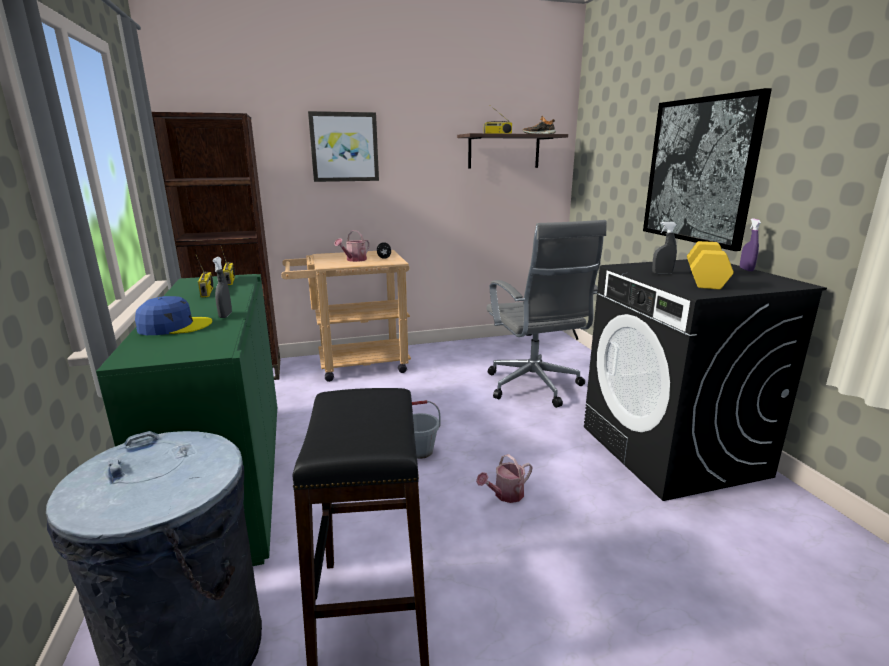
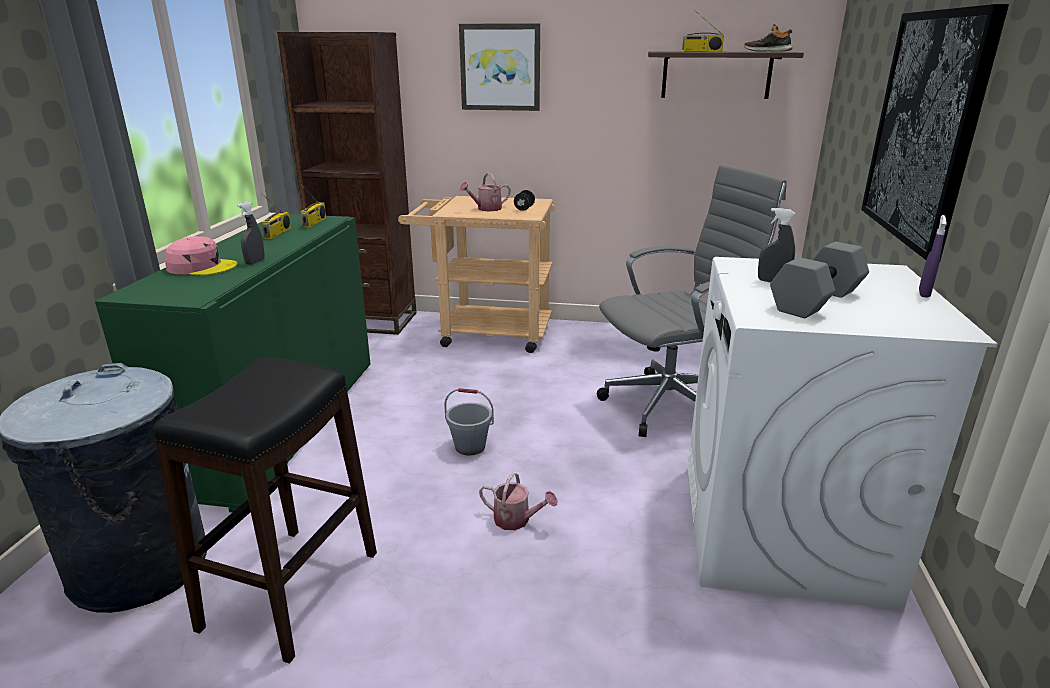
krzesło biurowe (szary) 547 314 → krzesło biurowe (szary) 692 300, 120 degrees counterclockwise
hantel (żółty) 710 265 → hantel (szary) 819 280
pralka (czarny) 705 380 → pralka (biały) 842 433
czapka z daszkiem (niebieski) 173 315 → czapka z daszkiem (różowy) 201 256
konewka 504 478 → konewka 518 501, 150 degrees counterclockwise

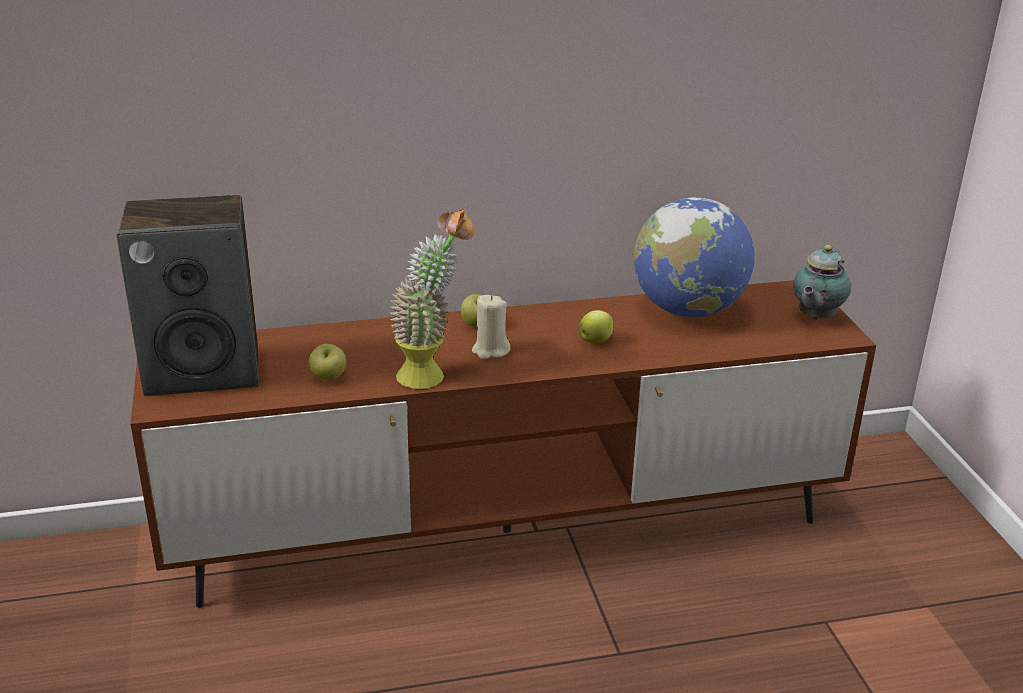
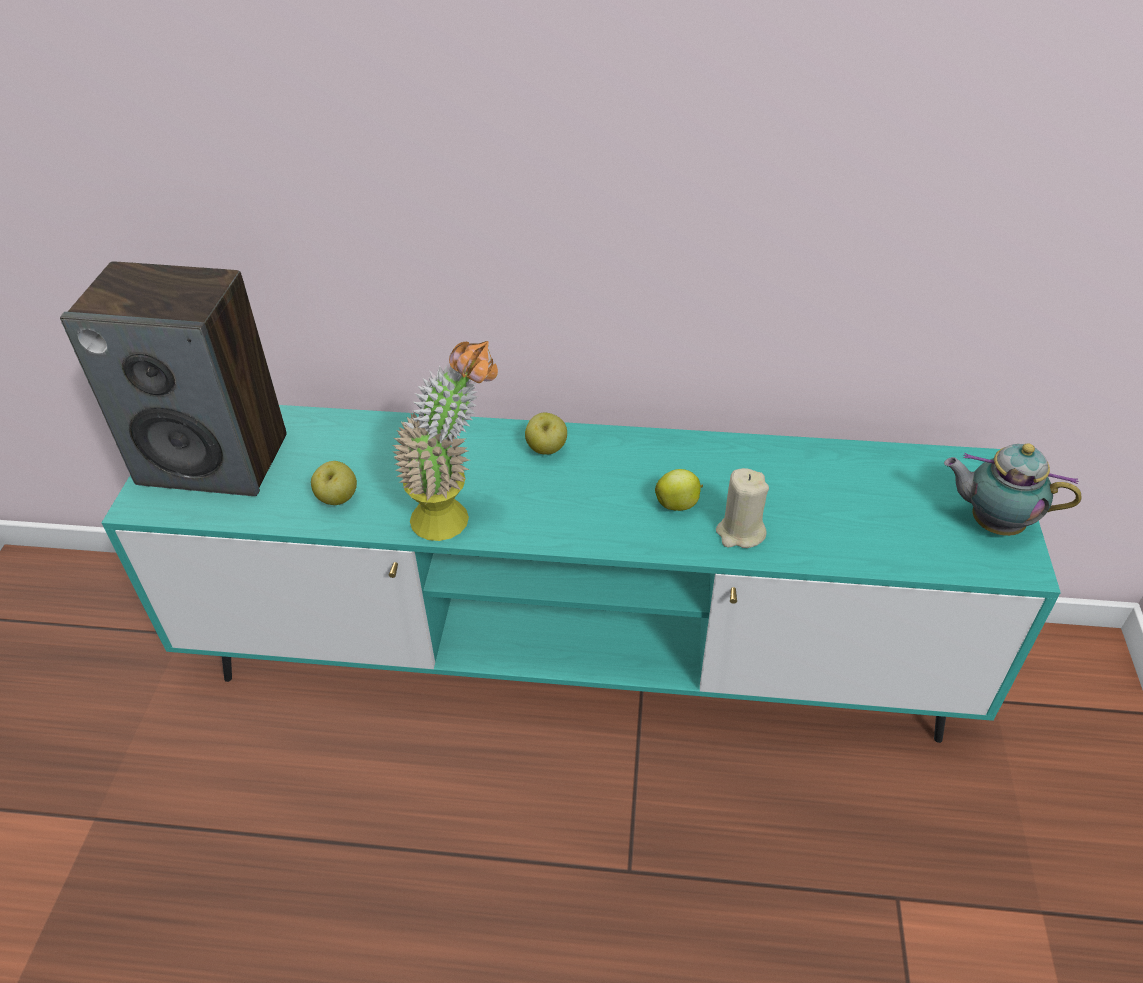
globus 694 257 → -
imbryk 822 282 → imbryk 1012 489, 60 degrees clockwise
szafka pod telewizor (brązowy) 503 444 → szafka pod telewizor (turkusowy) 581 574
świeca (beżowy) 491 327 → świeca (beżowy) 742 508, shifted

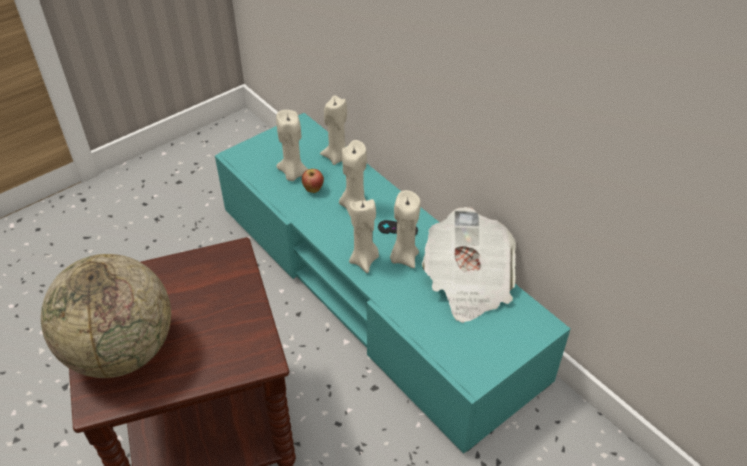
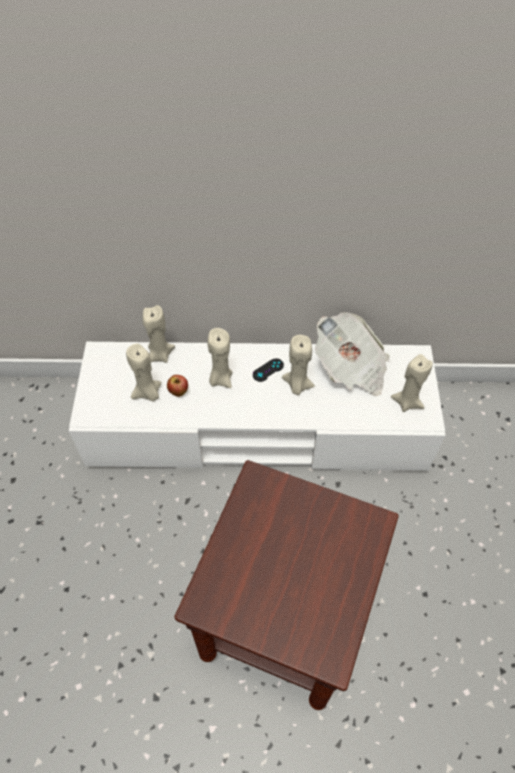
szafka pod telewizor (turkusowy) 392 283 → szafka pod telewizor (biały) 257 406
świeca (beżowy) 364 236 → świeca (beżowy) 412 383, shifted
globus 106 316 → -

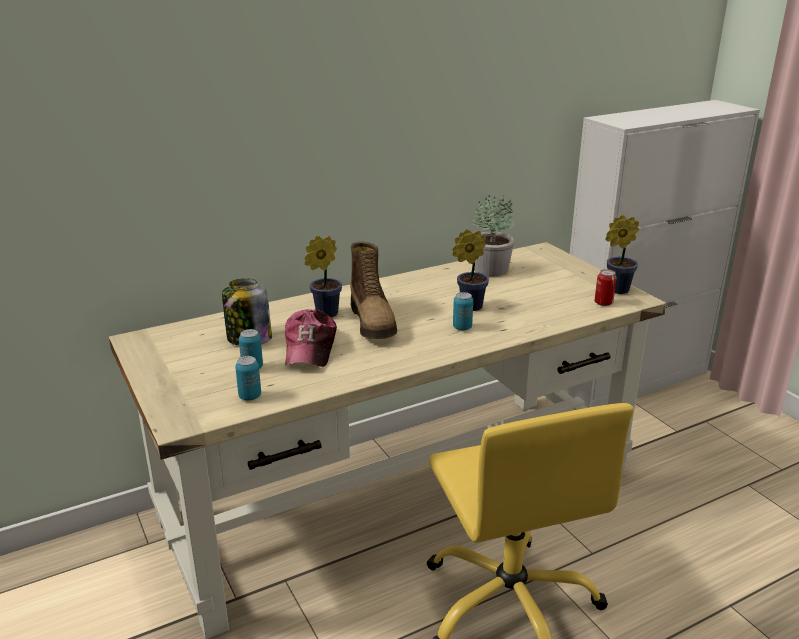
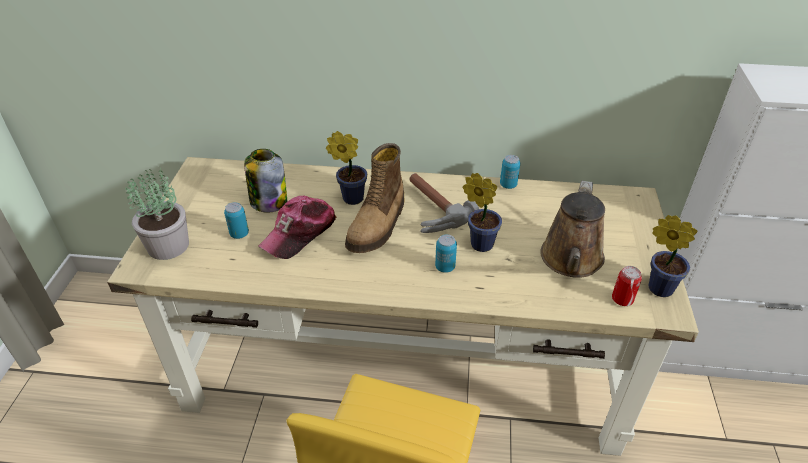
roślina doniczkowa 493 235 → roślina doniczkowa 157 213, shifted
puszka 248 378 → puszka 510 172, shifted
- → młotek 444 203
- → konewka (brązowy) 572 229

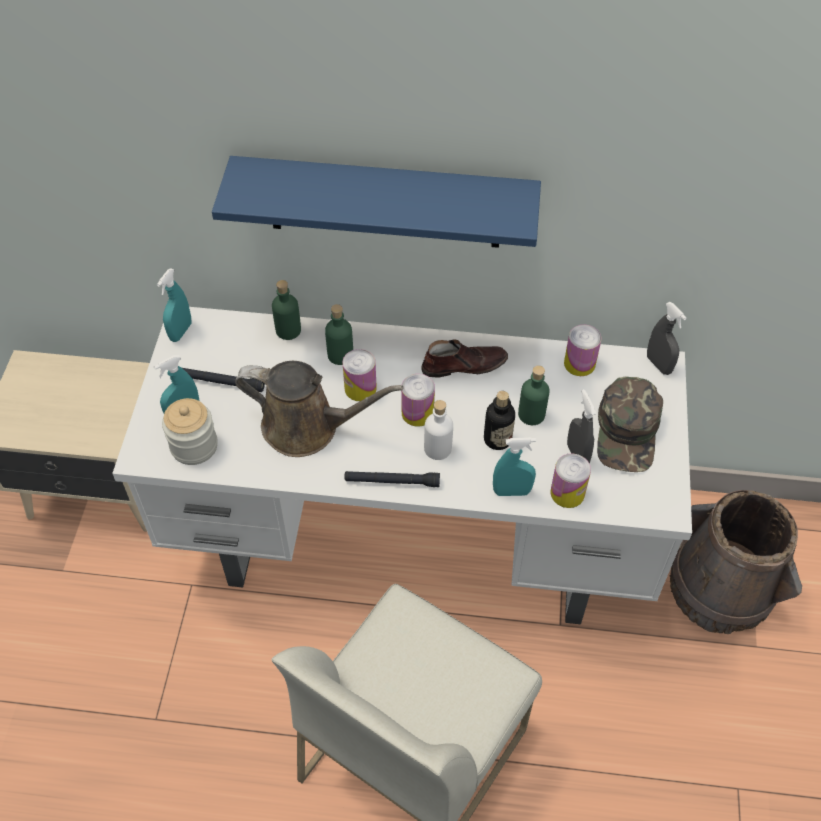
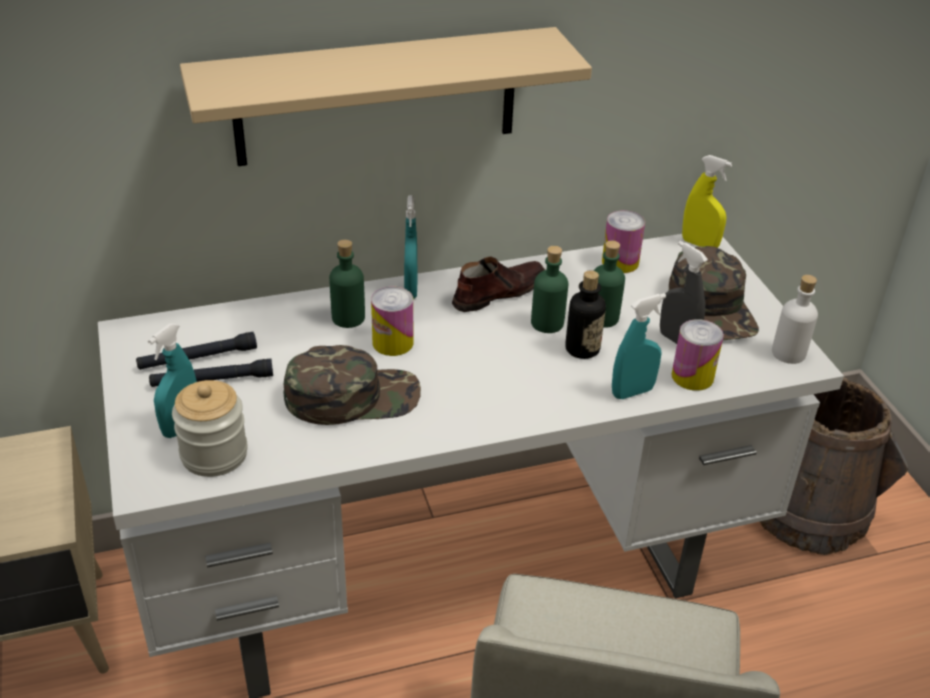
półka (niebieski) 376 202 → półka (beżowy) 386 96
spryskiwacz (turkusowy) 174 305 → spryskiwacz (turkusowy) 411 247, shifted
butelka (zielony) 286 310 → butelka (zielony) 550 289, shifted
spryskiwacz (szary) 667 338 → spryskiwacz (żółty) 707 201
konewka (brązowy) 319 409 → czapka z daszkiem (zielony) 352 385
puszka 418 400 → -
butelka (biały) 438 430 → butelka (biały) 795 319, shifted
latarka (czarny) 392 479 → latarka (czarny) 196 351, shifted

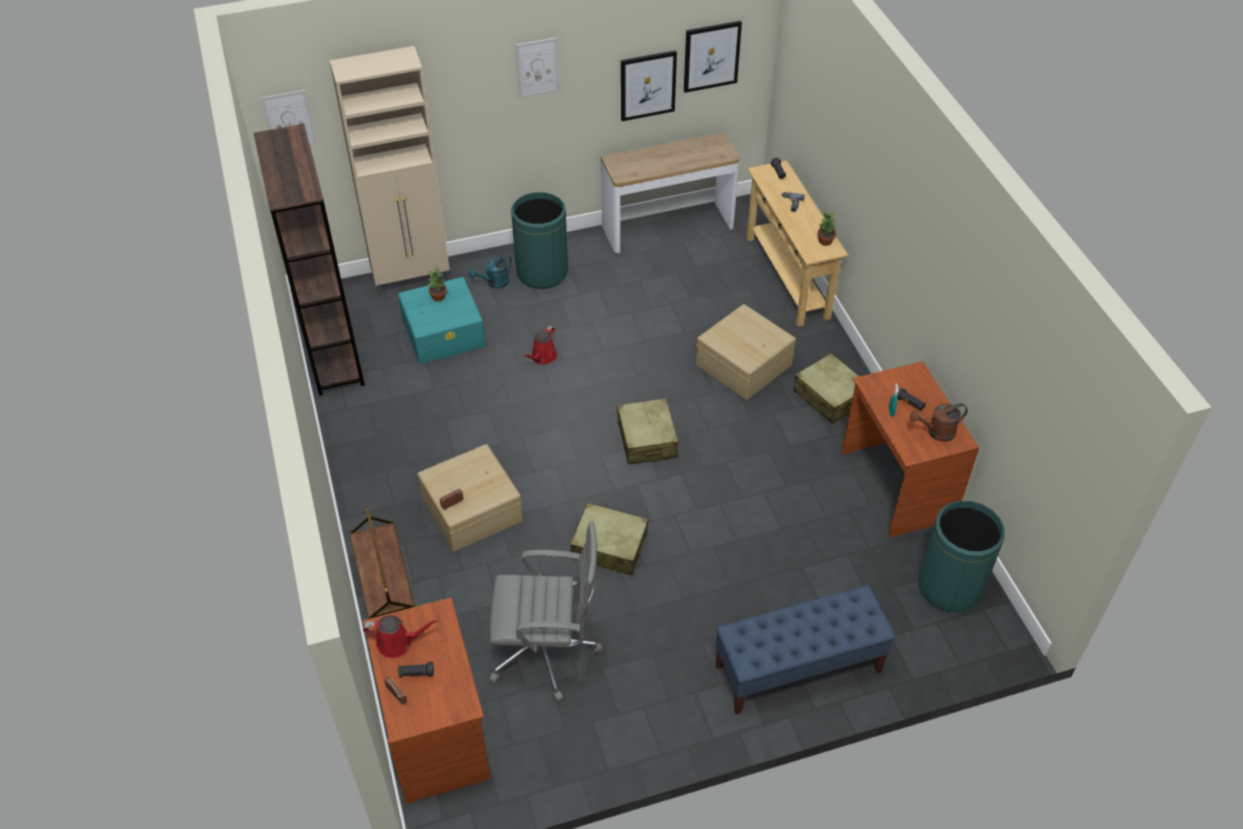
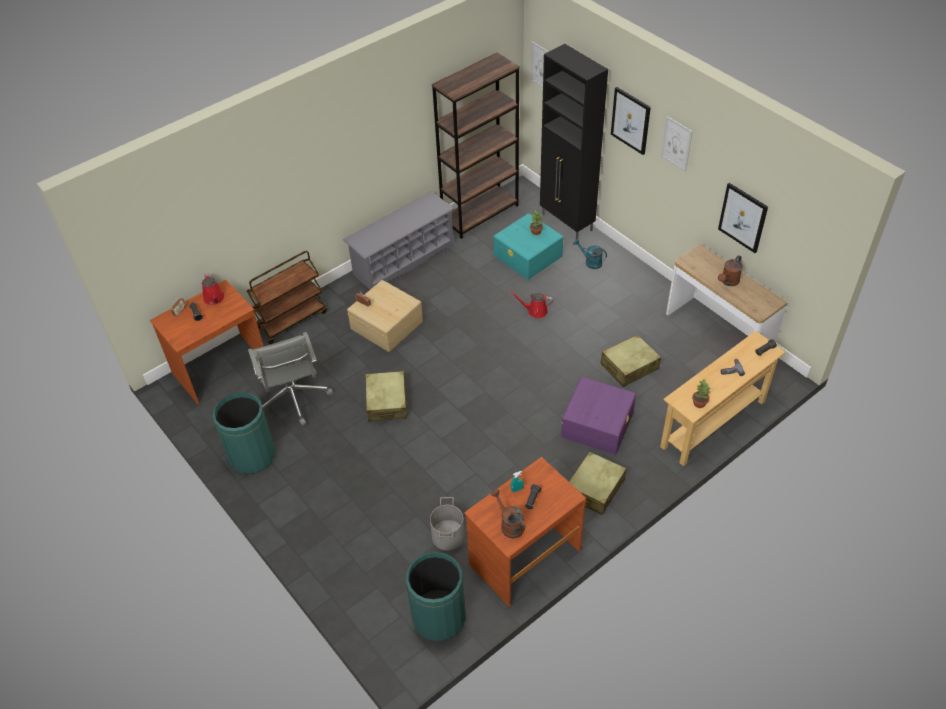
obraz 713 57 → obraz 631 121, shifted
szafka (beżowy) 389 171 → szafka (czarny) 574 141
kosz na śmieci (zielony) 539 240 → kosz na śmieci (zielony) 244 433, shifted
pojemnik do przechowywania (beżowy) 746 352 → pojemnik do przechowywania (fioletowy) 598 416
walizka (beżowy) 647 431 → walizka (beżowy) 631 360, shifted
ławka (niebieski) 805 650 → -
- → regał na buty (szary) 398 240
- → konewka (brązowy) 730 270
- → wiadro (szary) 447 524

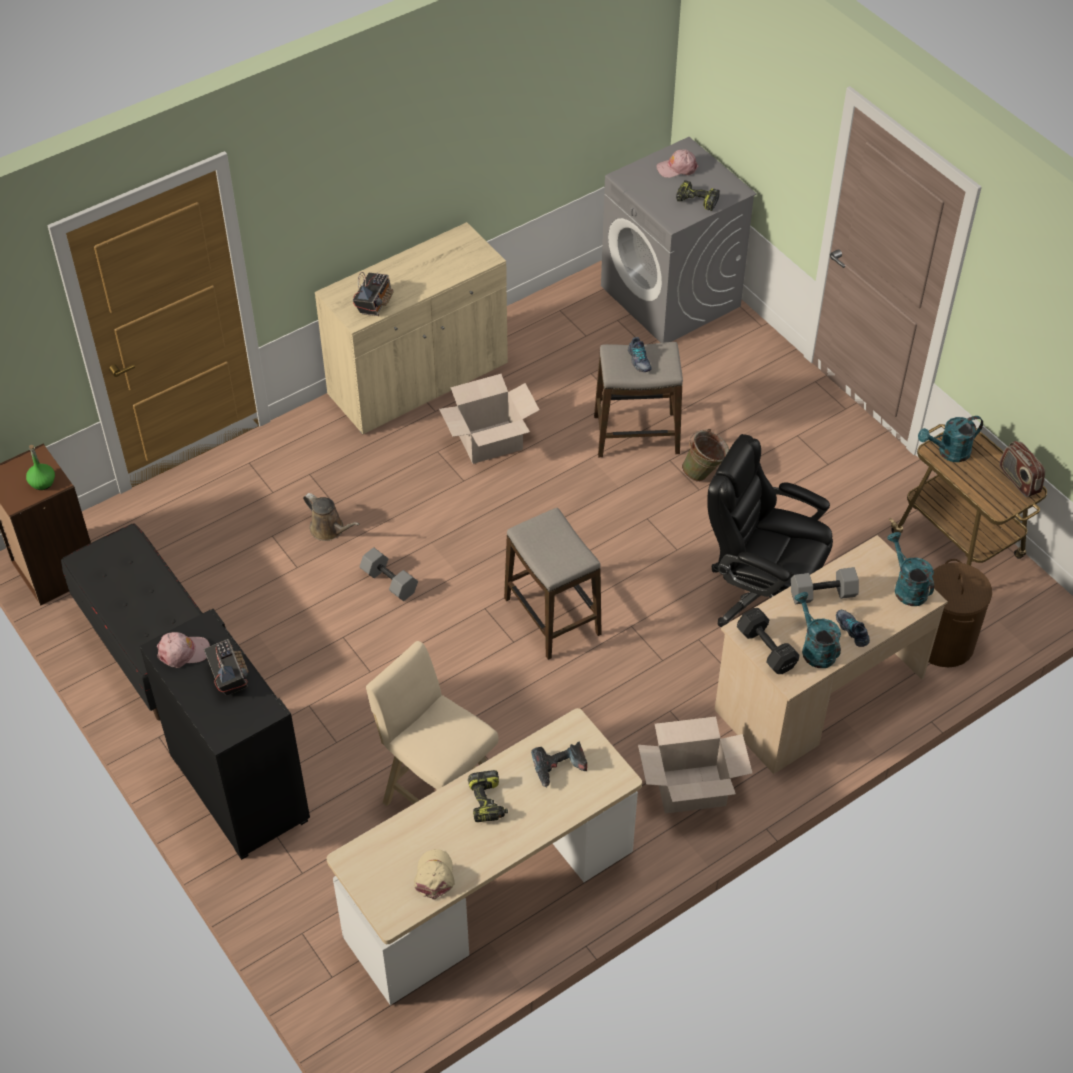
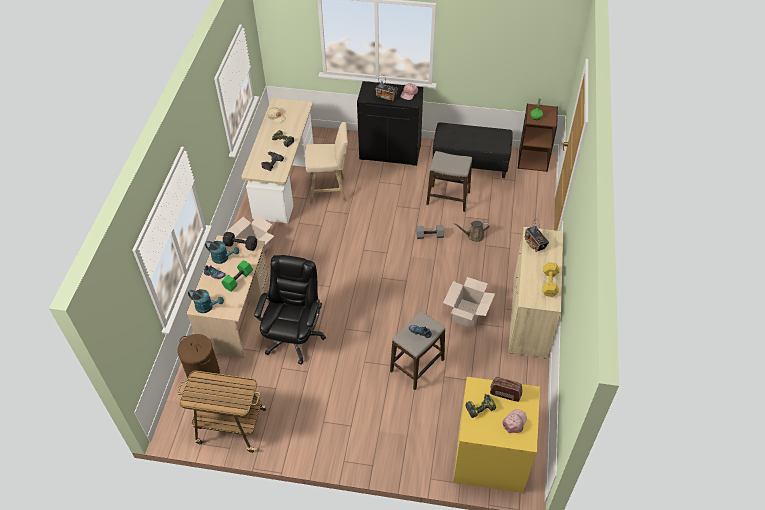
pralka (szary) 679 240 → pralka (żółty) 496 435
konewka (turkusowy) 950 439 → -
wiadro (zielony) 705 455 → -
krzesło biurowe (czarny) 770 530 → krzesło biurowe (czarny) 290 310, 60 degrees counterclockwise
radio 1022 469 → radio 506 389, shifted
stołek 553 584 → stołek 449 181, shifted
hantel (szary) 825 585 → hantel (zielony) 237 276
- → hantel (żółty) 550 279

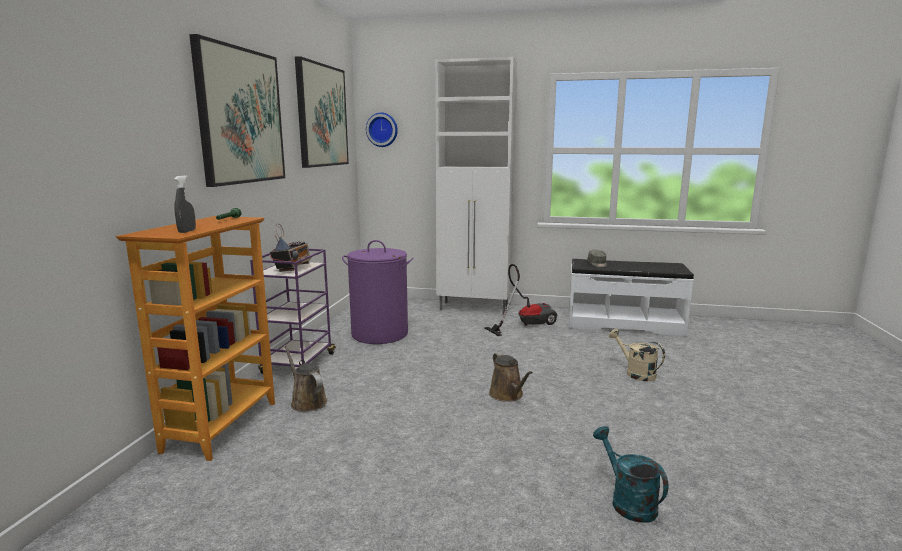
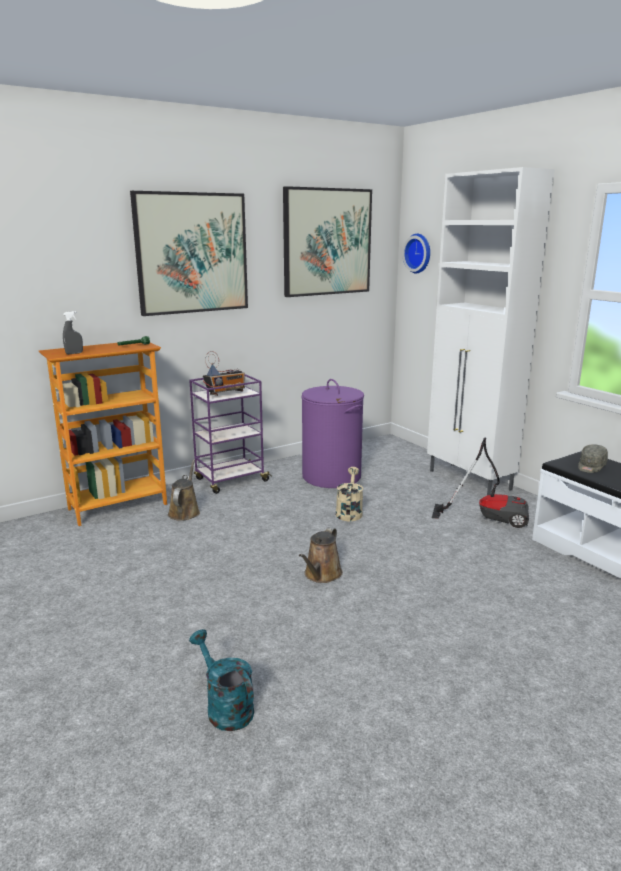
konewka (beżowy) 637 355 → konewka (beżowy) 349 494, shifted
konewka (turkusowy) 631 474 → konewka (turkusowy) 221 680, 60 degrees counterclockwise

